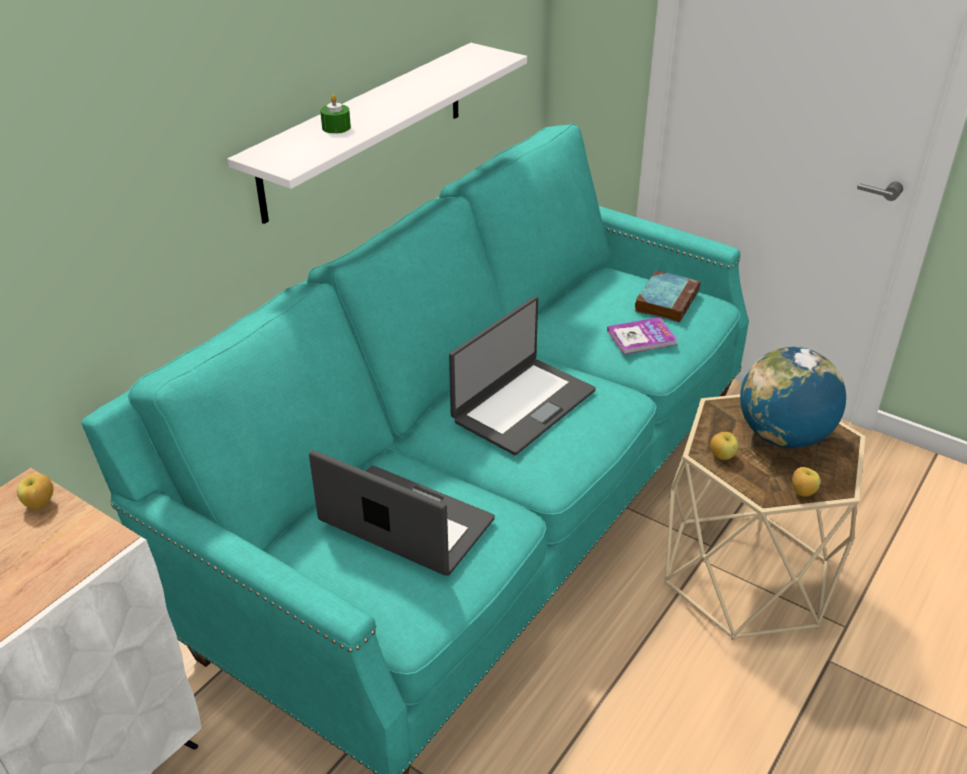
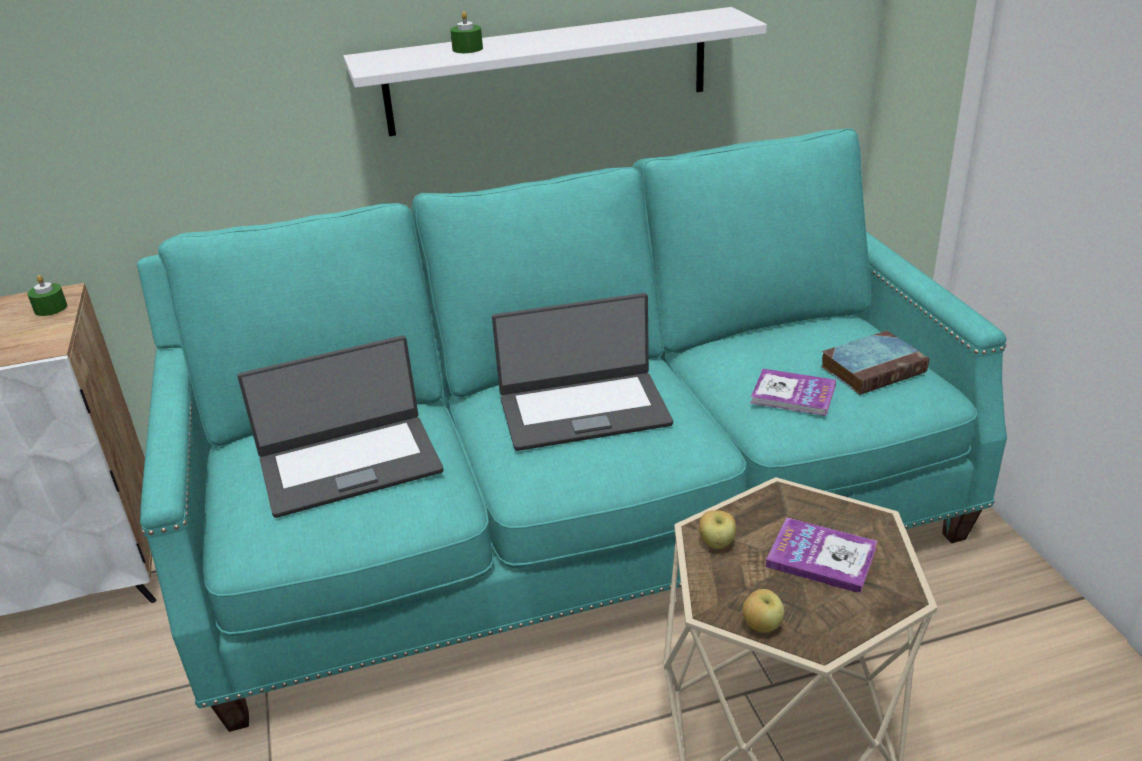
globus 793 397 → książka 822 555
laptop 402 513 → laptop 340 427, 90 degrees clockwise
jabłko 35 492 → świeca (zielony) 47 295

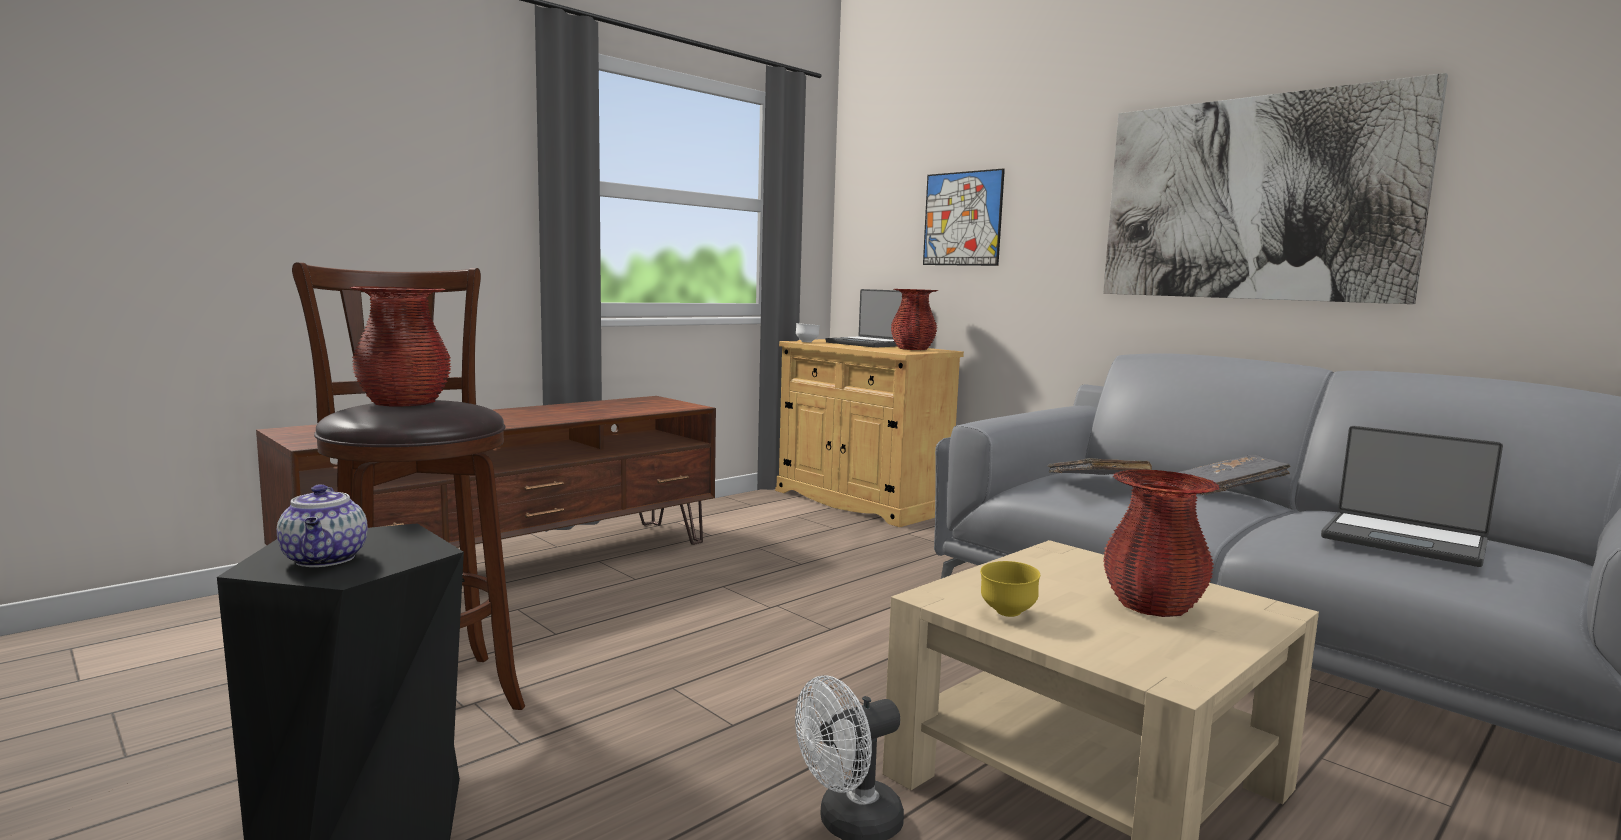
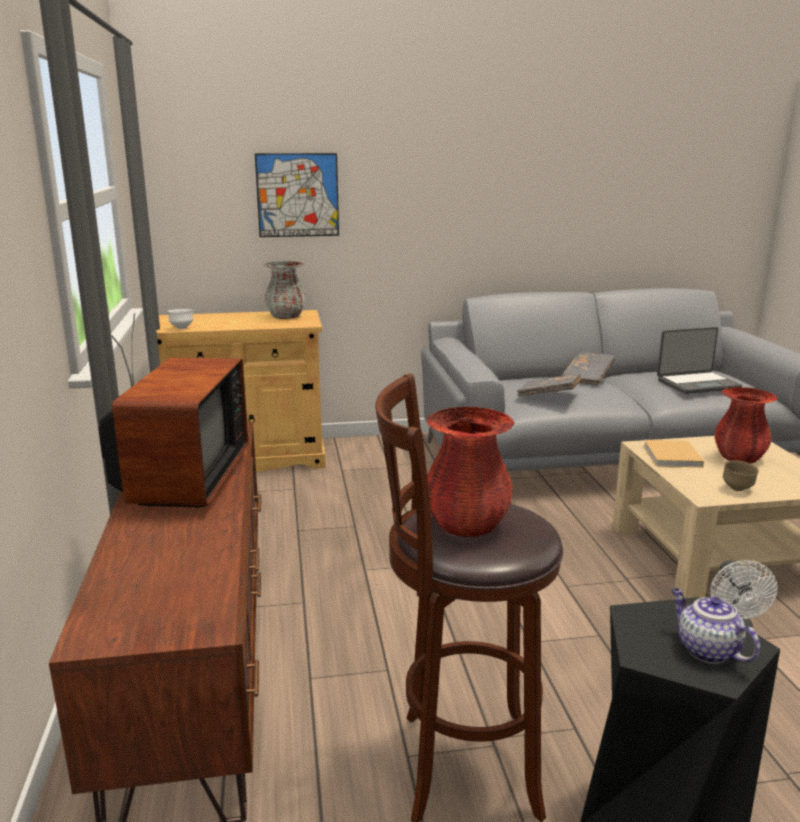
obraz 1275 188 → -
laptop 864 318 → -
wazon (czerwony) 914 319 → wazon (szary) 284 290
imbryk 322 525 → imbryk 715 626, 135 degrees counterclockwise
miska (żółty) 1010 589 → miska (brązowy) 741 475
- → telewizor 173 410
- → książka (beżowy) 674 454

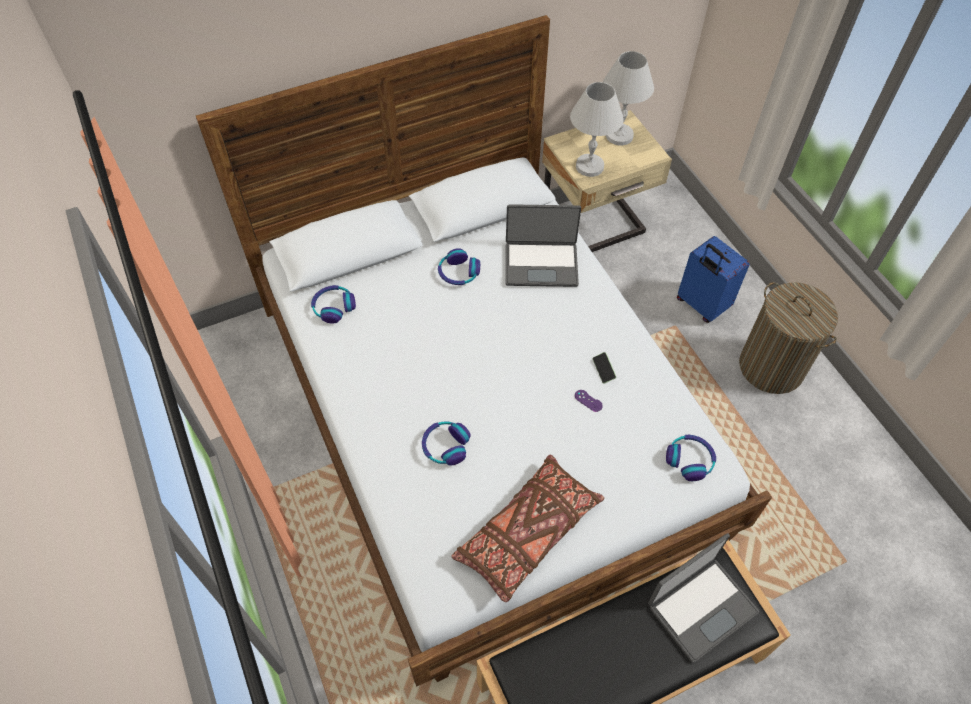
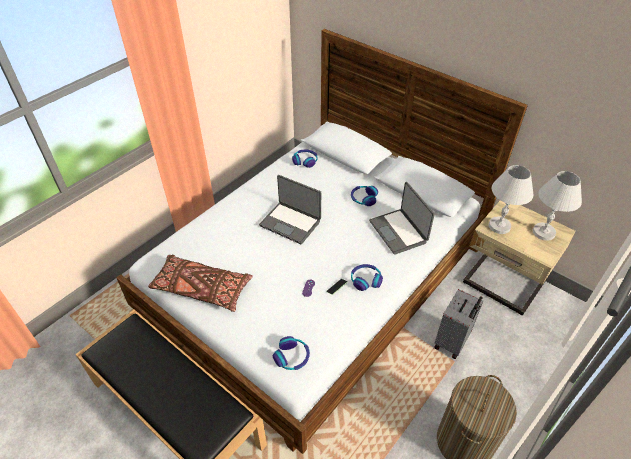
walizka (niebieski) 713 279 → -
słuchawki 446 443 → słuchawki 367 277, shifted
laptop 703 597 → laptop 290 209, shifted
- → walizka (szary) 458 324

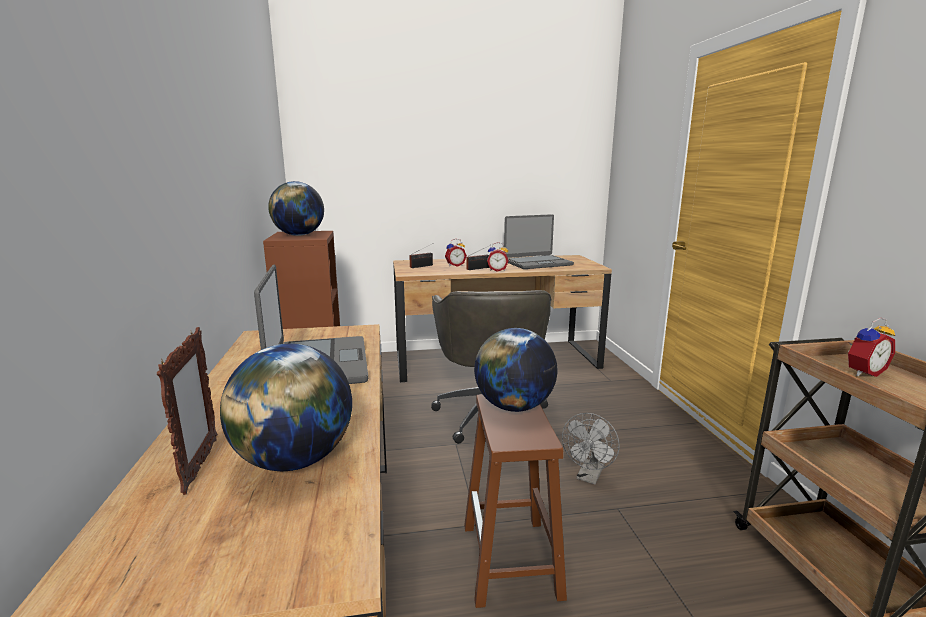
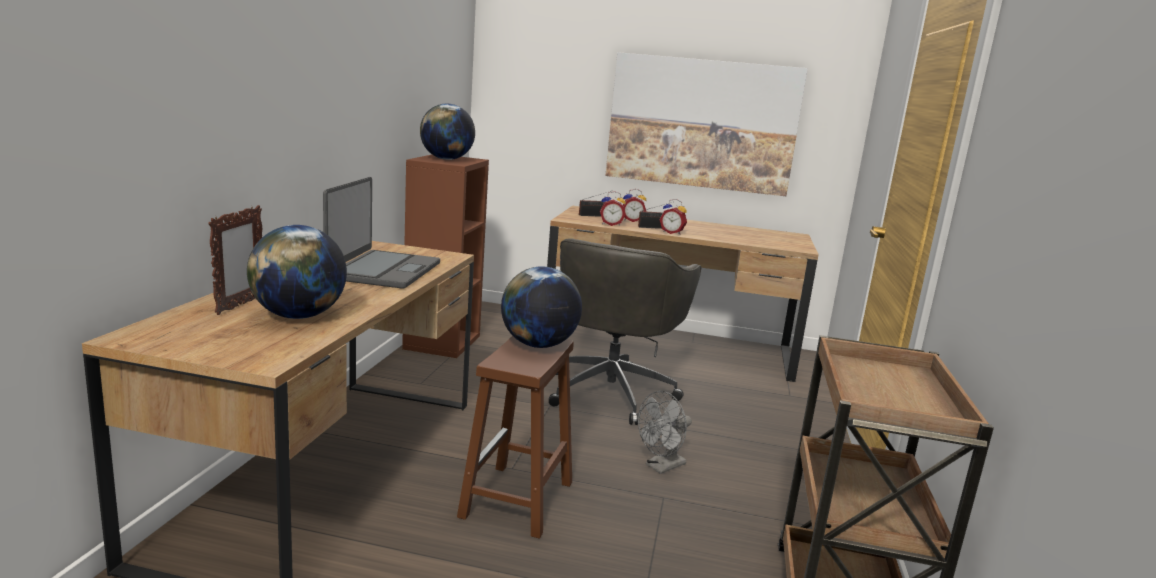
laptop 539 241 → -
budzik 871 347 → budzik 613 208, shifted
- → obraz 706 124

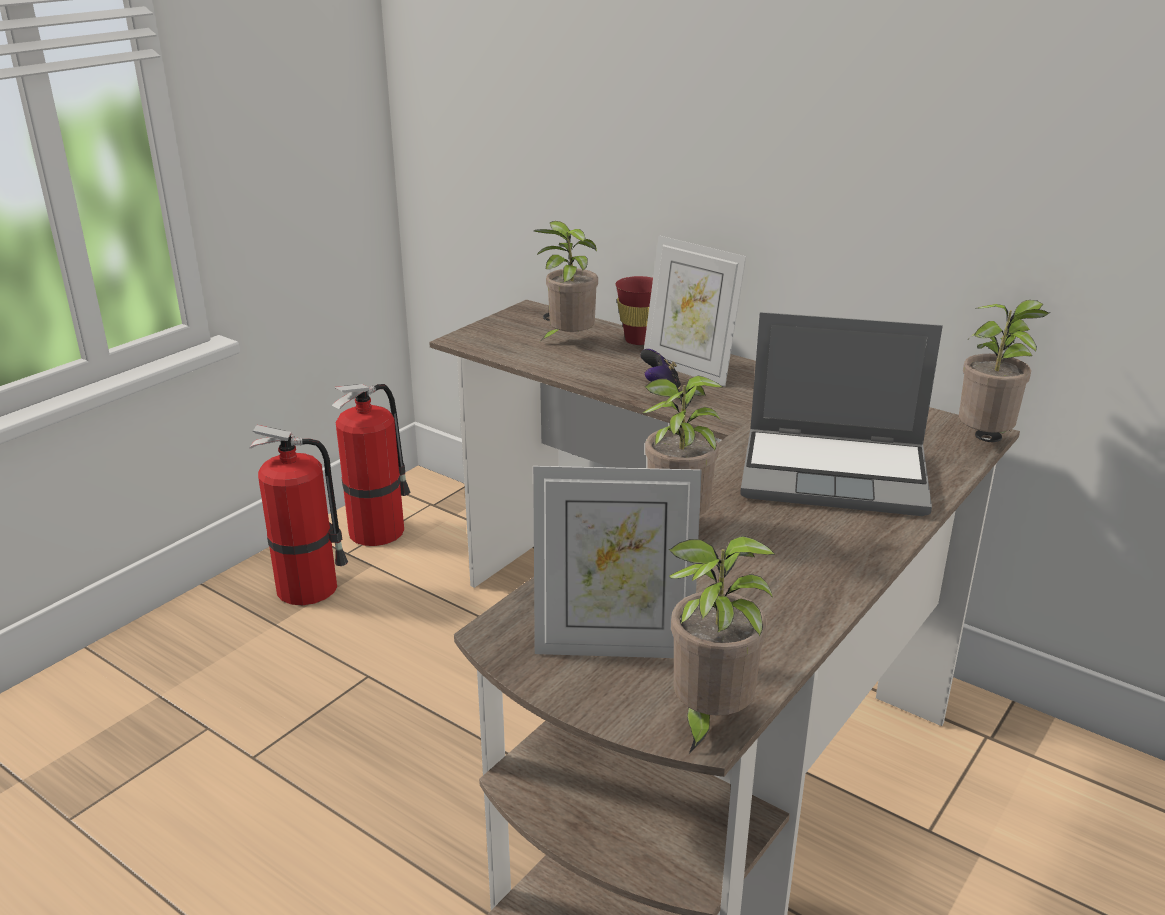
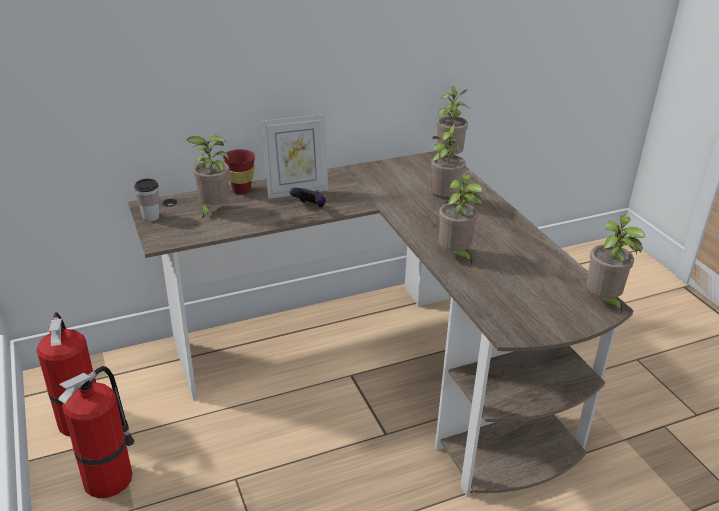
laptop 841 414 → roślina doniczkowa 448 160
ramka na zdjęcie 617 562 → -
- → filiżanka 146 200

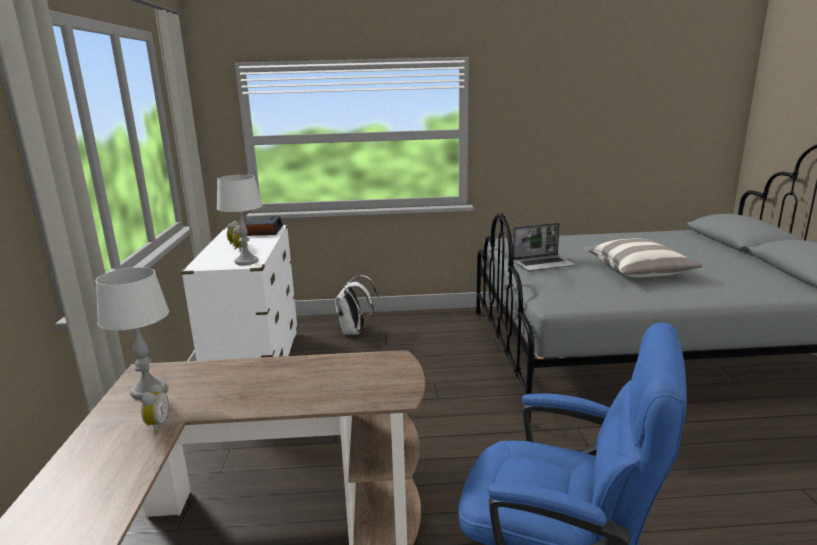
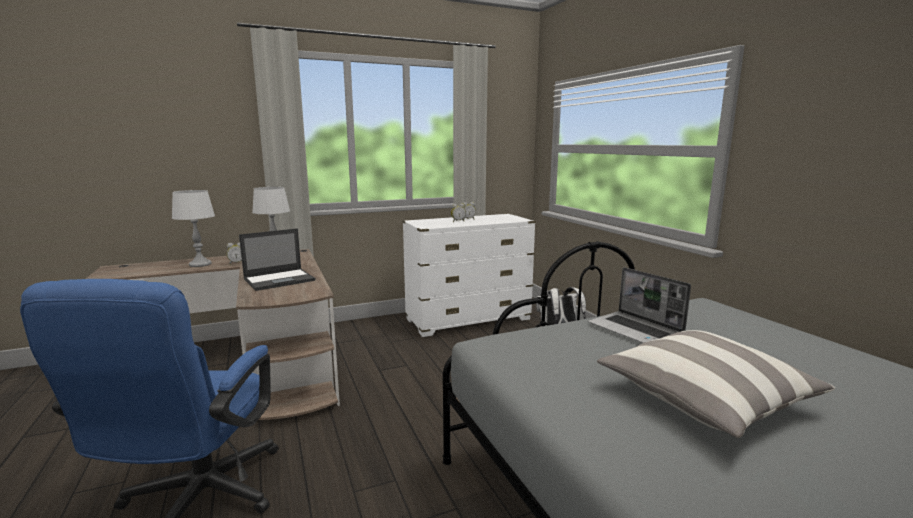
lampa stołowa (szary) 240 220 → lampa stołowa (szary) 193 228, shifted
budzik 264 226 → -
- → laptop 277 259

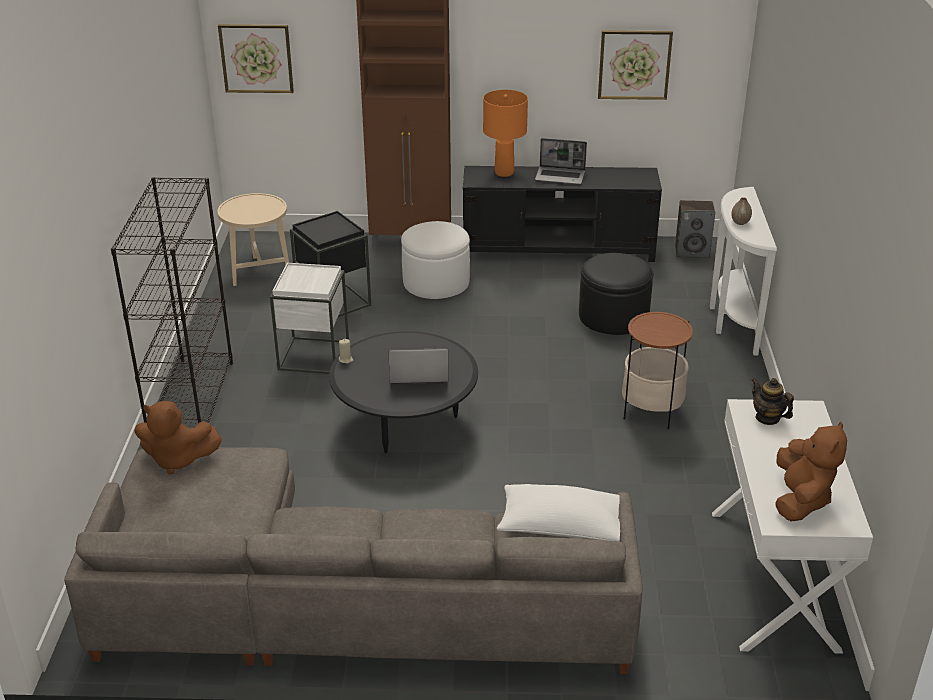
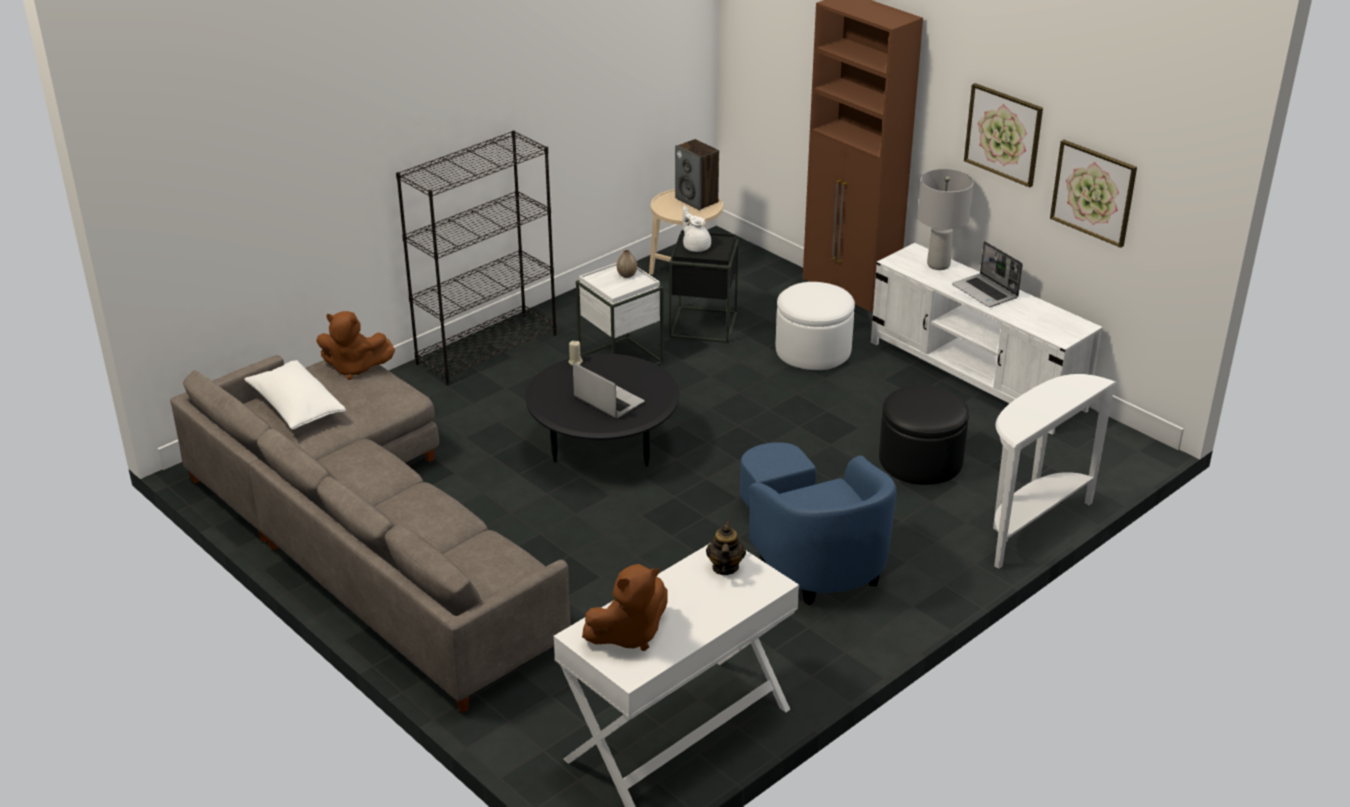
obraz 256 58 → obraz 1003 135, shifted
lampa stołowa (pomarańczowy) 505 133 → lampa stołowa (szary) 945 219
szafka pod telewizor (czarny) 562 214 → szafka pod telewizor (biały) 987 339
wazon 741 211 → wazon 627 264, shifted
głośnik 695 229 → głośnik 697 174, shifted
stolik 657 371 → fotel (niebieski) 818 523
pluszak (brązowy) 178 438 → pluszak (brązowy) 355 345, 45 degrees counterclockwise
poduszka (biały) 558 513 → poduszka (biały) 295 395, shifted
- → imbryk (biały) 697 229

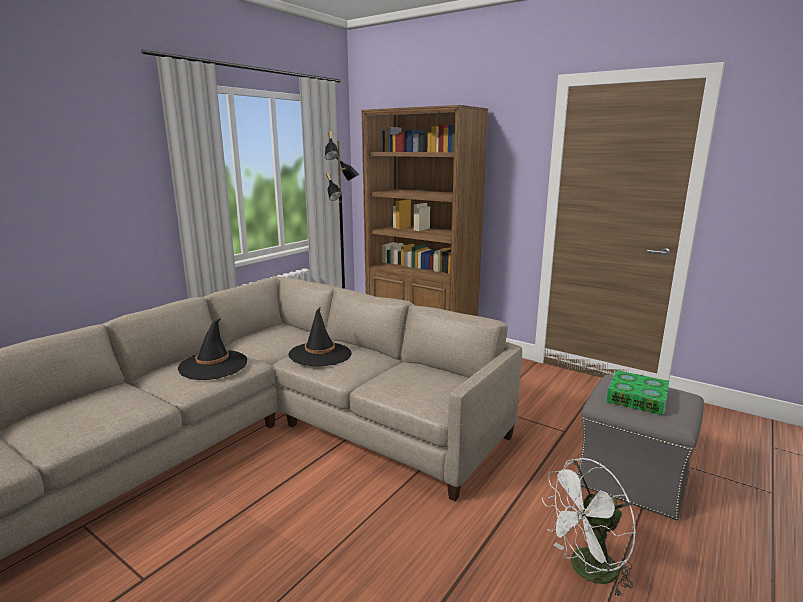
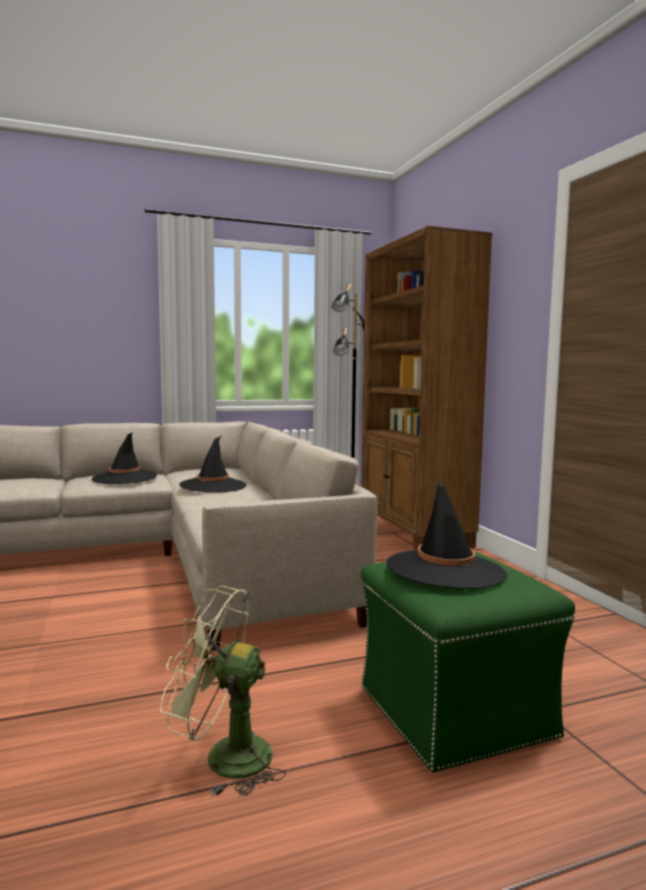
książka 637 392 → kapelusz (czarny) 447 534
pufa (szary) 640 447 → pufa (zielony) 468 662
wentylator (biały) 589 528 → wentylator (zielony) 223 691

